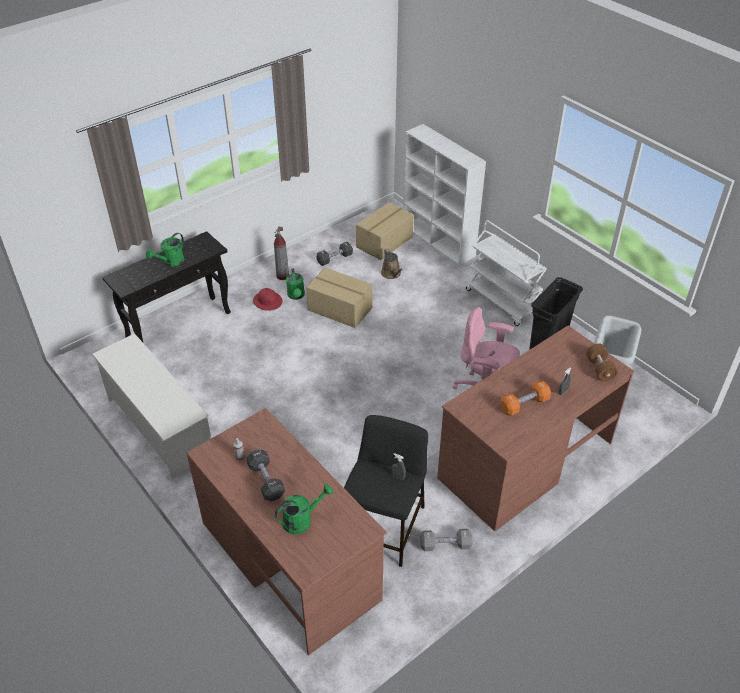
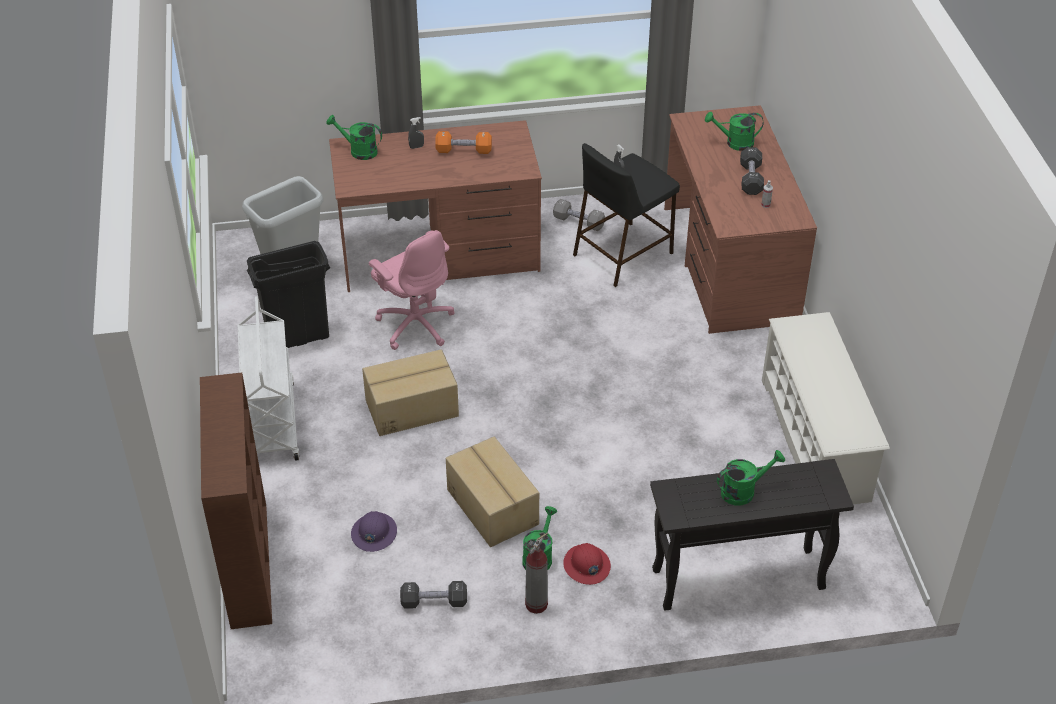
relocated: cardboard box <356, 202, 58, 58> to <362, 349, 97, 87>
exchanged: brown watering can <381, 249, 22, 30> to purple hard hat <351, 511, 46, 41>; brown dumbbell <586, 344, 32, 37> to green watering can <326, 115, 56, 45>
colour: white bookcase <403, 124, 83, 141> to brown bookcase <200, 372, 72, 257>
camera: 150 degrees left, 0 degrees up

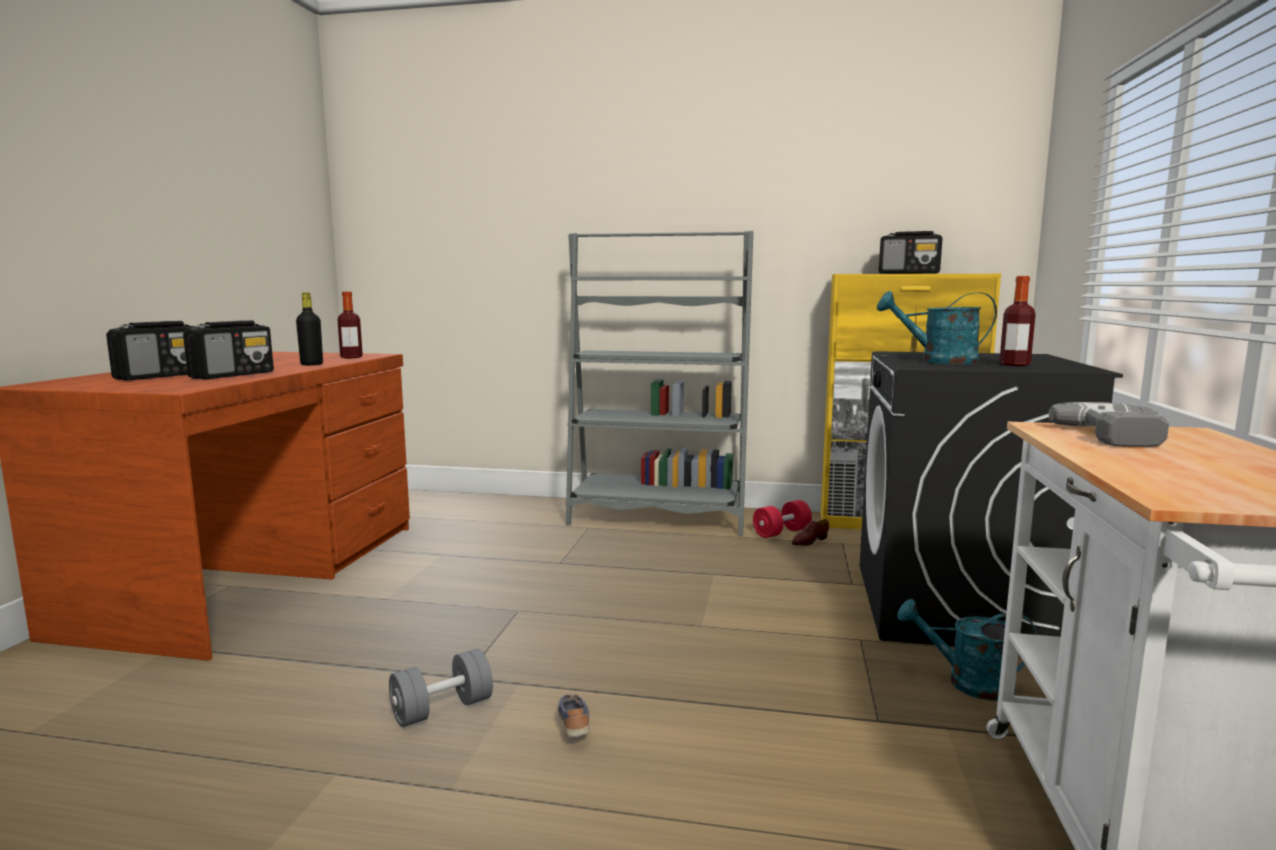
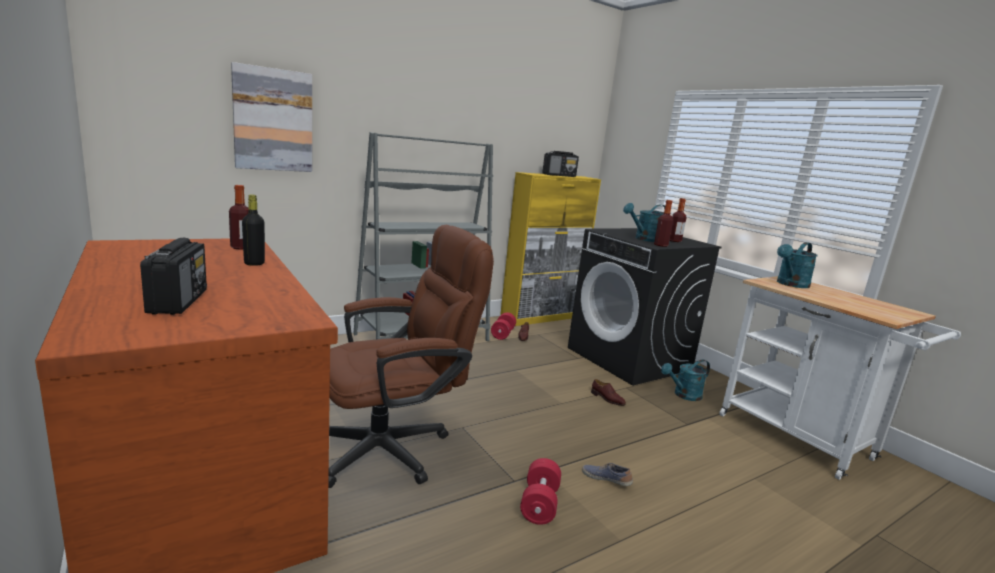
missing: radio <183, 320, 91, 59>
appeared: picture <231, 62, 81, 110>; bottle <654, 200, 19, 47>; brown office chair <328, 225, 166, 263>; brown shoe <591, 379, 35, 27>
exchanged: power drill <1049, 402, 120, 45> to turquoise watering can <777, 242, 41, 46>
colour: grey dumbbell <389, 648, 104, 79> to red dumbbell <520, 458, 41, 67>
camera: 45 degrees left, 5 degrees up

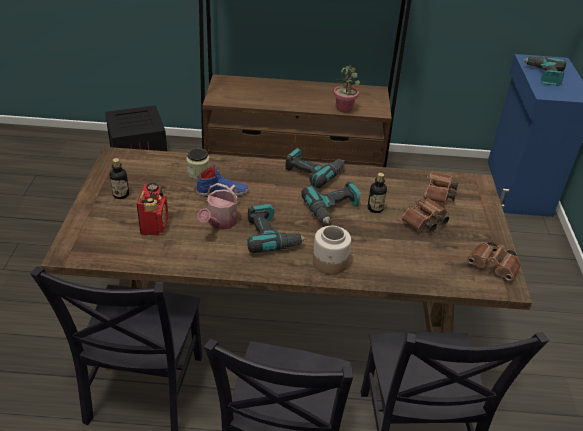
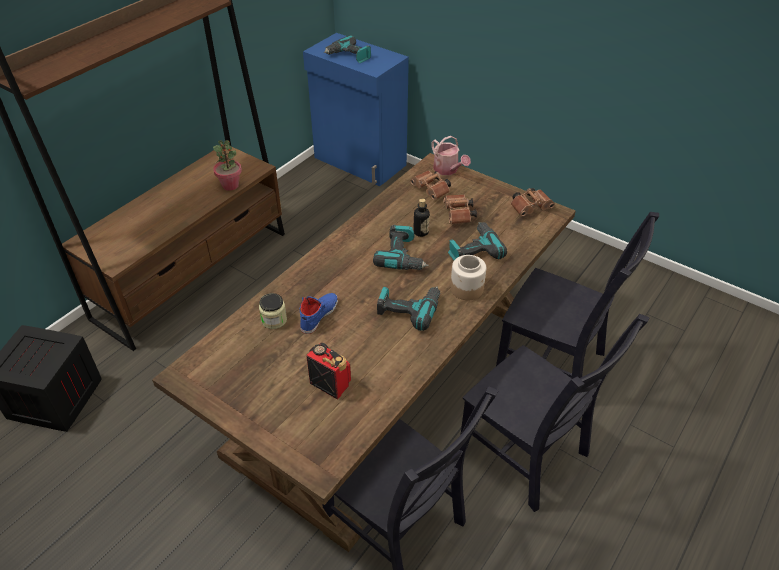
missing: bottle <110, 158, 19, 41>
relocated: power drill <285, 148, 60, 40> to <448, 222, 59, 38>; watering can <198, 183, 40, 47> to <431, 136, 40, 39>
camera: 55 degrees left, 5 degrees up

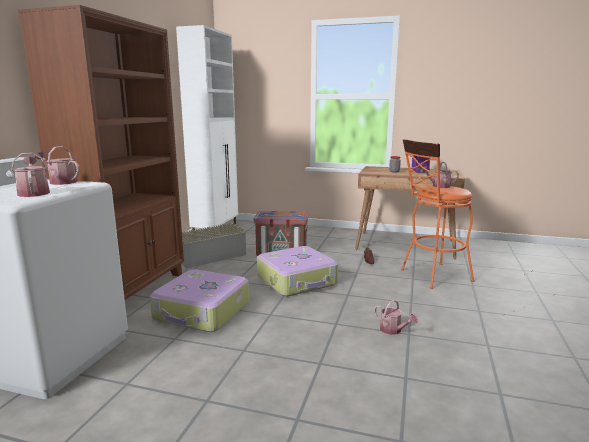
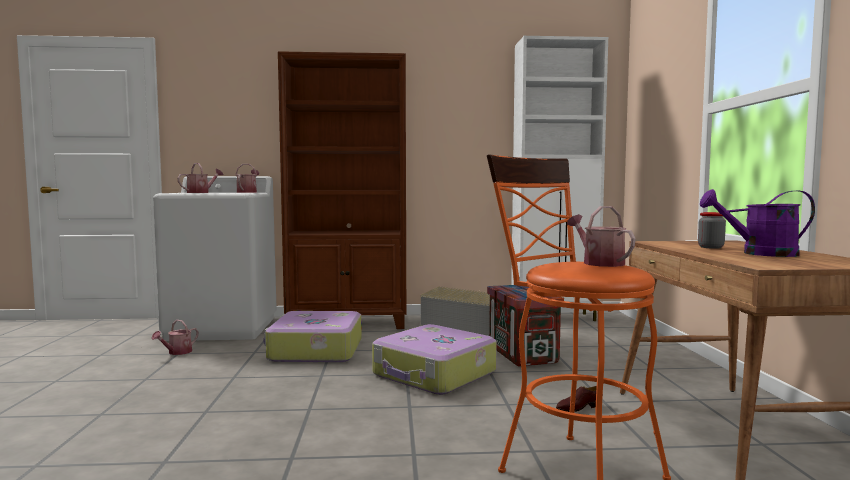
relocated: watering can <374, 300, 44, 35> to <152, 320, 46, 35>
camera: 70 degrees right, 10 degrees down

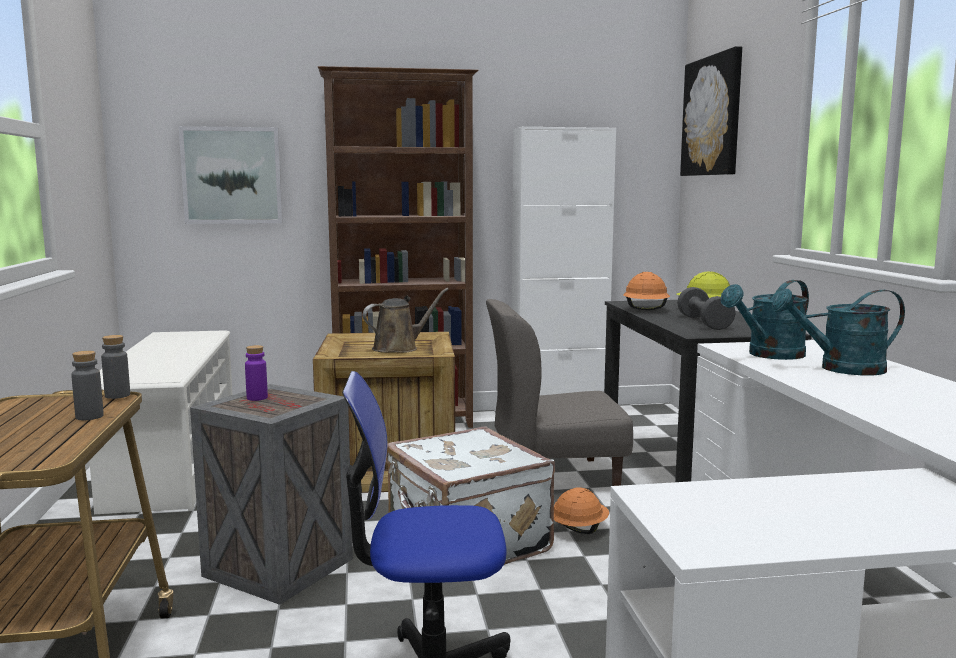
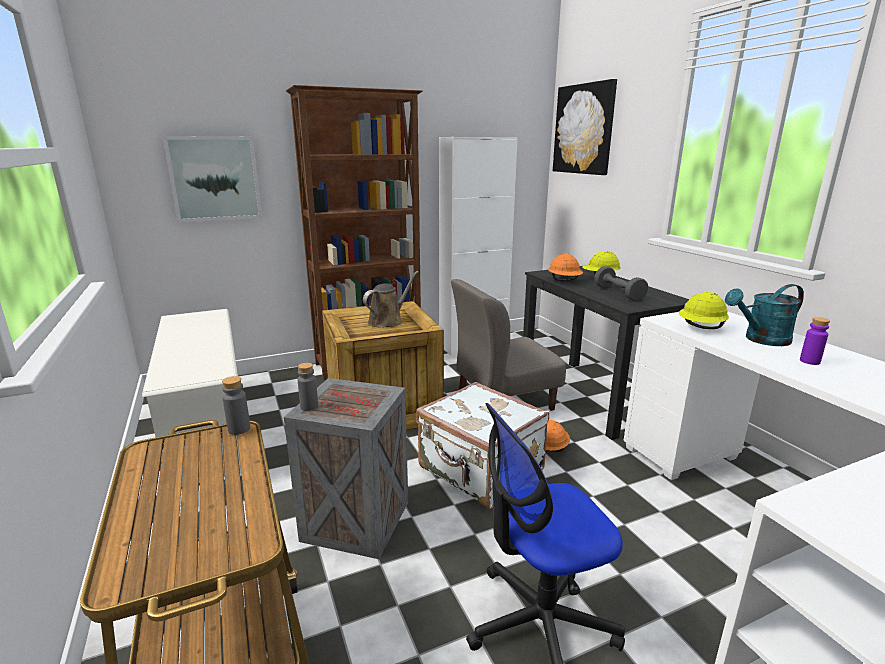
relocated: purple bottle <245, 345, 23, 56> to <800, 317, 30, 48>; grey bottle <71, 351, 33, 69> to <297, 363, 21, 48>
exchanged: turquoise watering can <721, 280, 88, 80> to yellow hard hat <679, 291, 50, 38>
camera: 15 degrees left, 10 degrees up

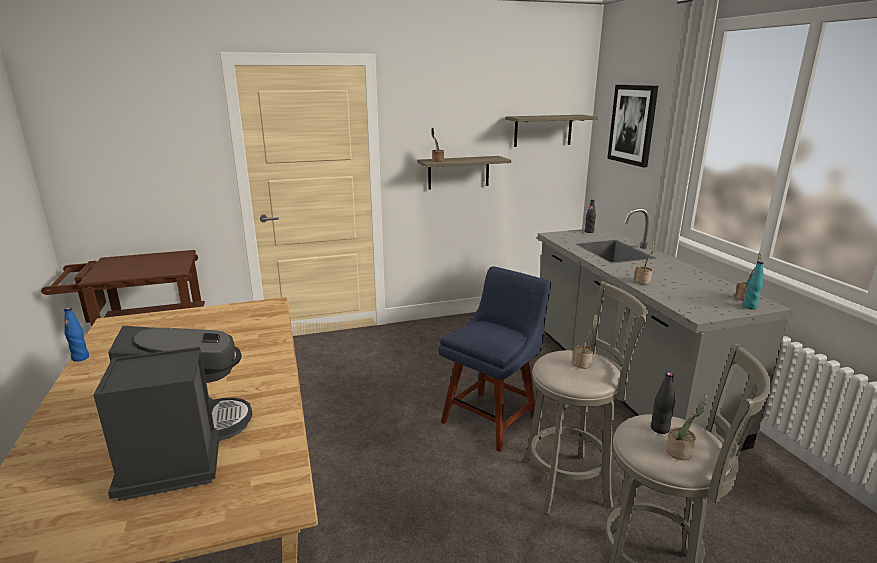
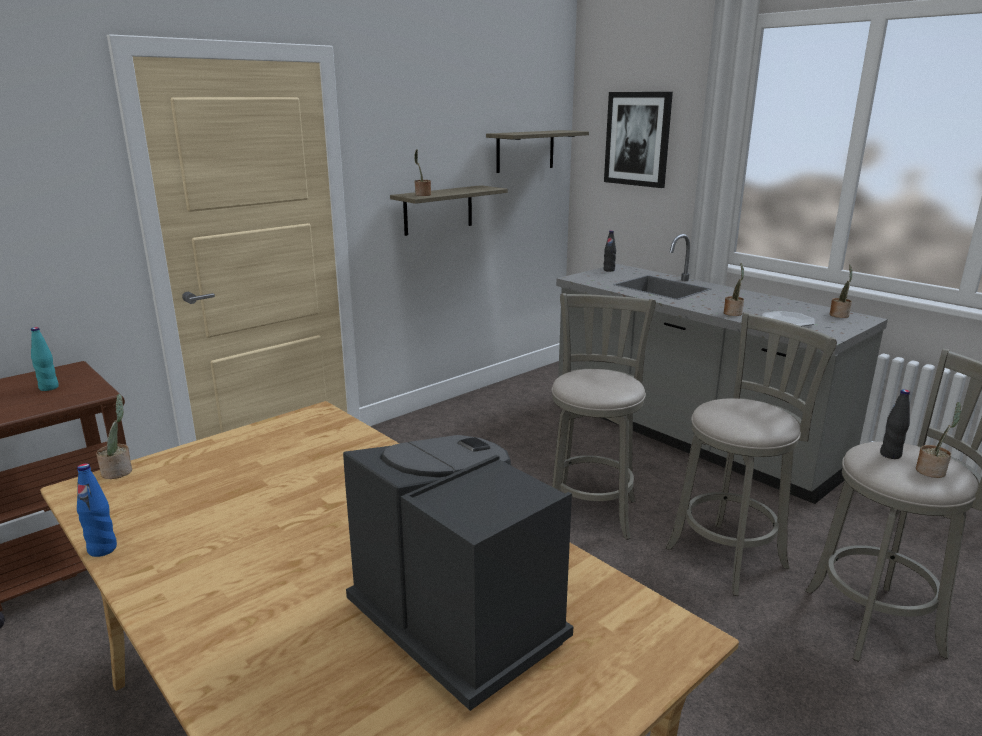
appeared: plate <762, 311, 53, 15>
relocated: turquoise bottle <743, 261, 20, 49> to <31, 327, 28, 64>; potted plant <572, 314, 26, 55> to <96, 394, 36, 85>
exchanged: blue chair <438, 267, 113, 185> to grey stool <552, 293, 104, 247>
camera: 25 degrees left, 0 degrees up

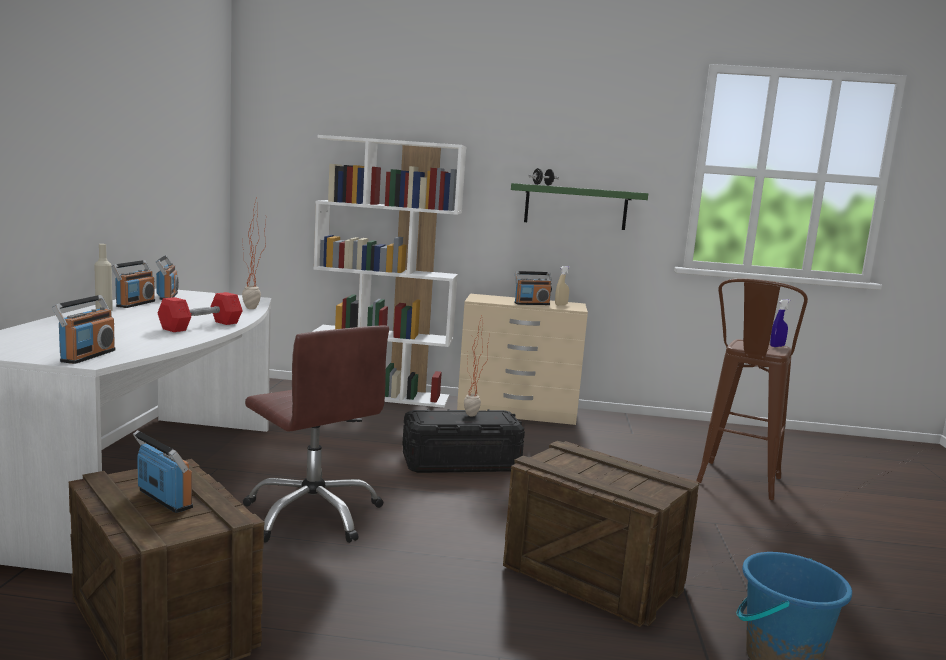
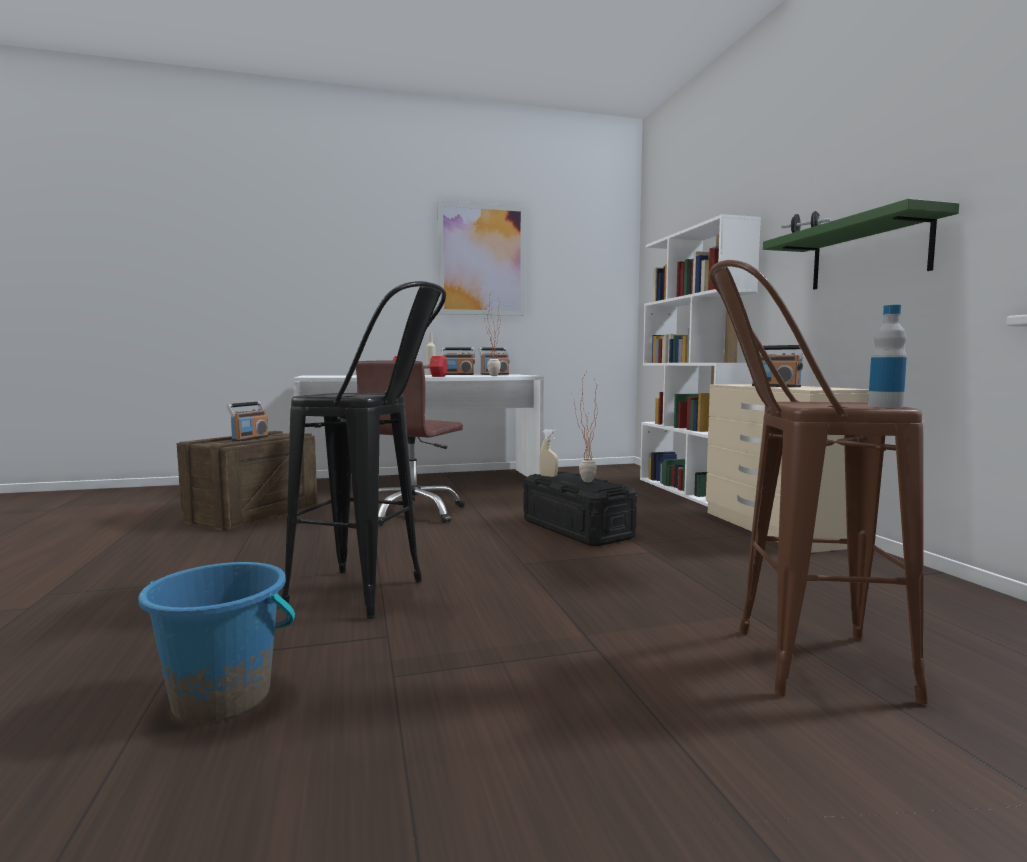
missing: radio <52, 295, 64, 69>
appeared: picture <438, 201, 87, 115>
relocated: beige spray bottle <555, 266, 15, 39> to <539, 429, 19, 48>
exchanged: blue spray bottle <770, 299, 20, 48> to bottle <868, 305, 39, 103>; crate <503, 441, 196, 186> to black stool <282, 281, 164, 338>
camera: 70 degrees right, 5 degrees down

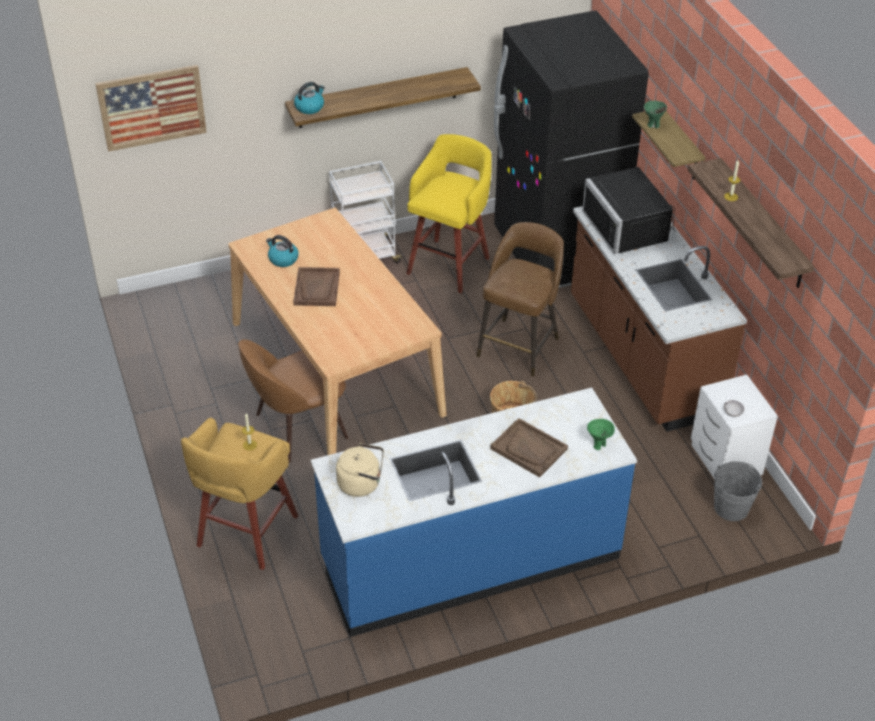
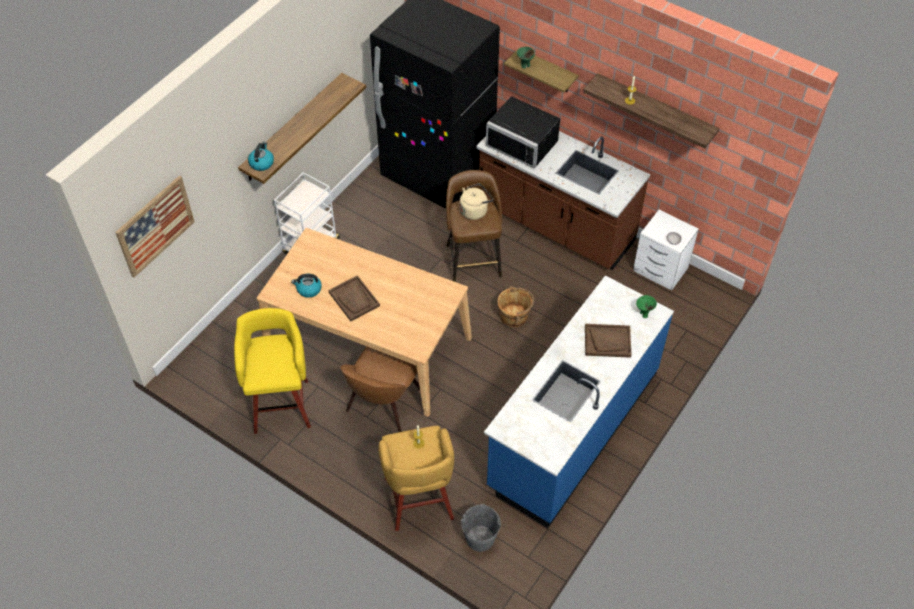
relocated: yellow stool <406, 134, 86, 159> to <234, 308, 77, 126>; beige kettle <336, 443, 48, 54> to <460, 183, 33, 37>; grey bucket <714, 461, 48, 60> to <461, 504, 40, 48>
camera: 35 degrees left, 10 degrees up

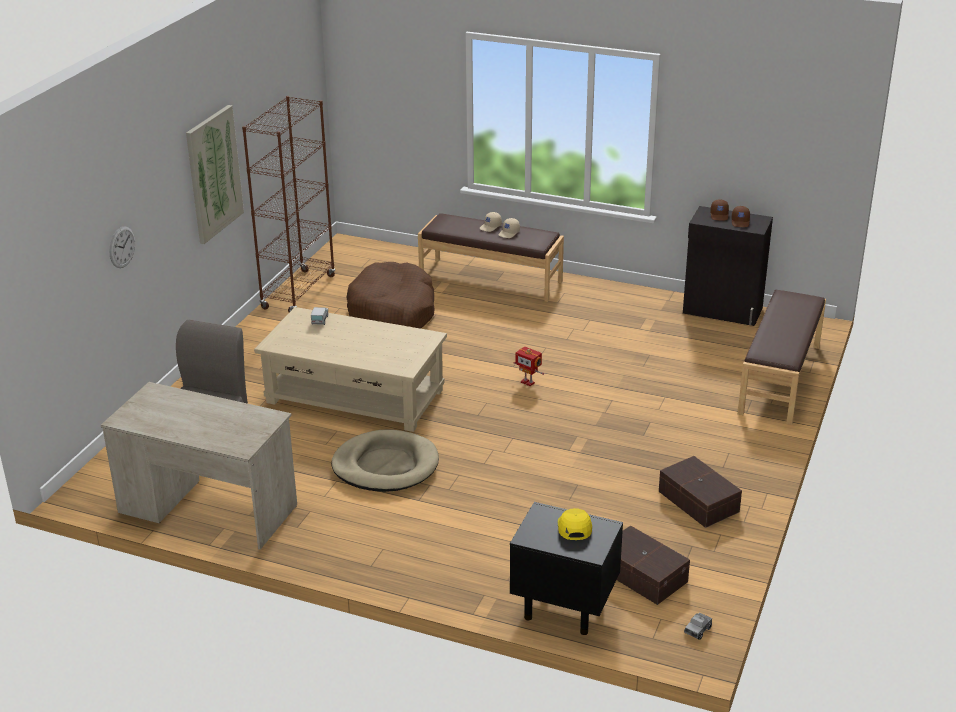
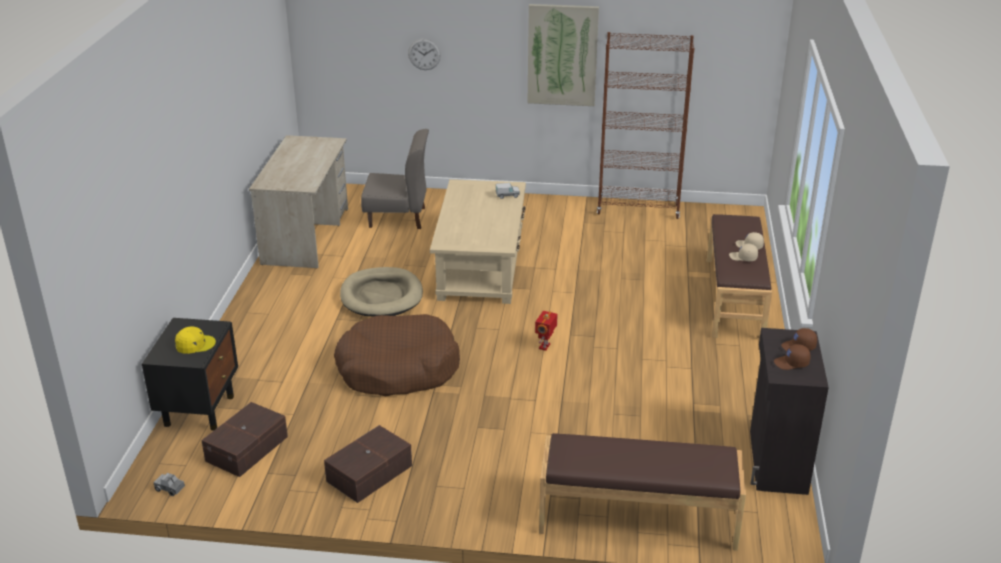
relocated: brown dog bed <346, 262, 89, 67> to <334, 314, 126, 82>
camera: 75 degrees right, 0 degrees up

